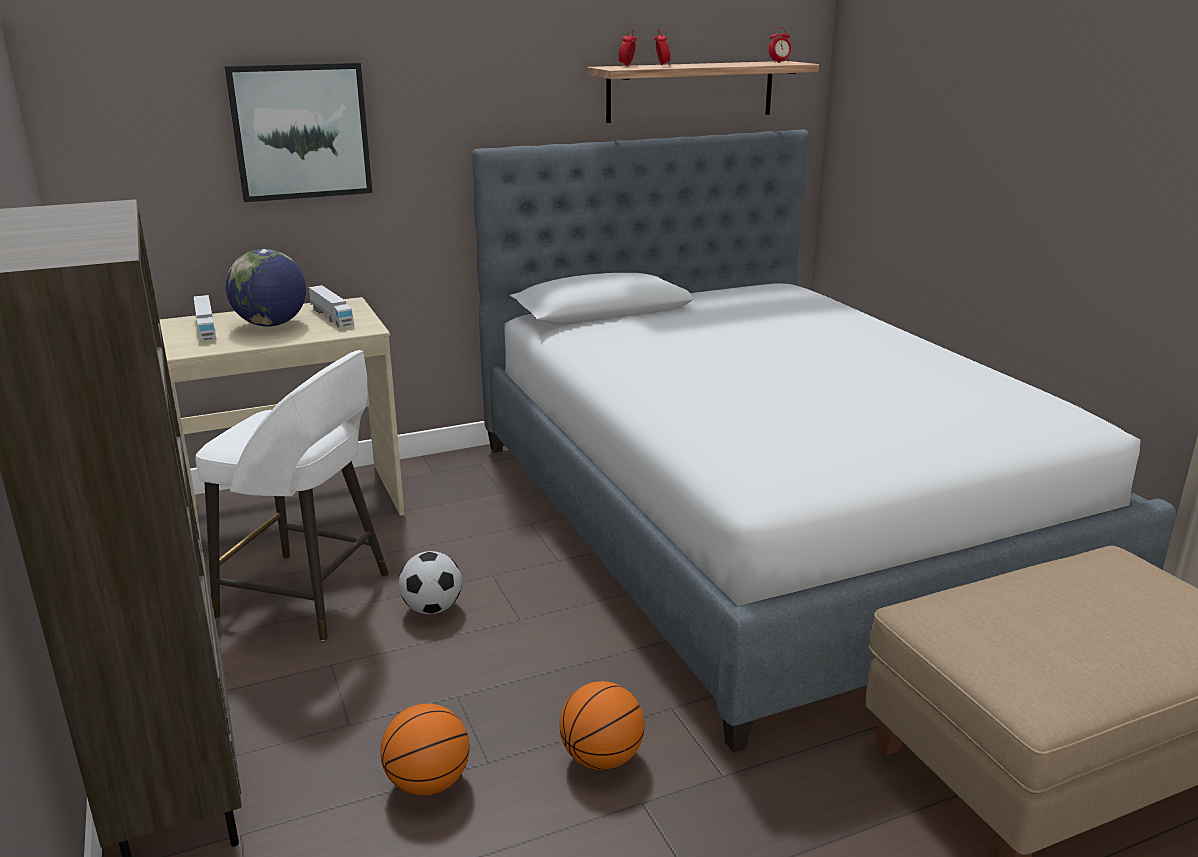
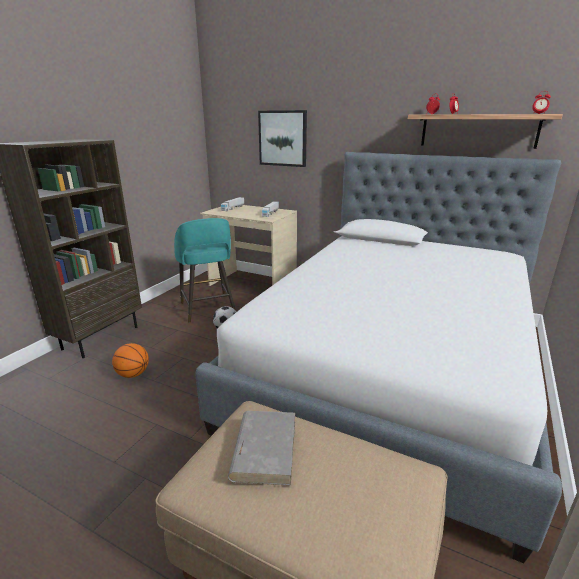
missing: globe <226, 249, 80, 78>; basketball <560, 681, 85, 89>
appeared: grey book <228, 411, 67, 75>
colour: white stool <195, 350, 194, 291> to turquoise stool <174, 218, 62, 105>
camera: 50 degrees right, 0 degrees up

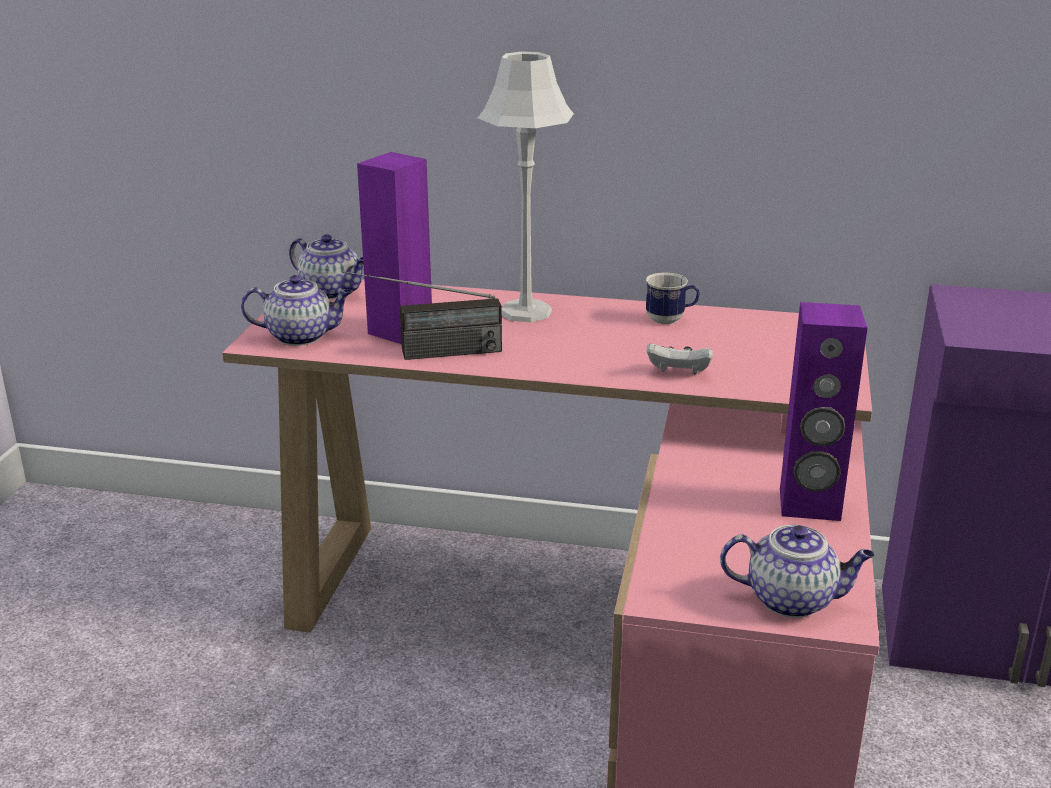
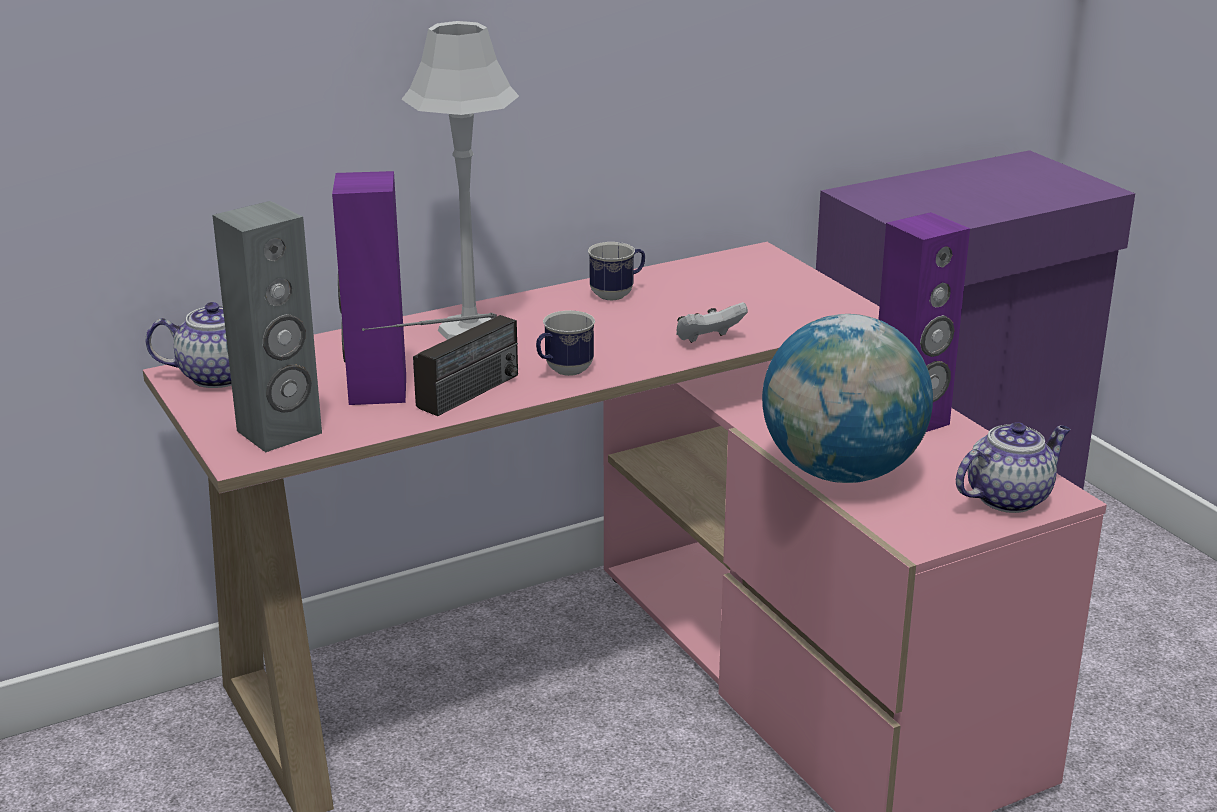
appeared: mug <536, 310, 59, 66>; globe <762, 314, 171, 169>
exchanged: teapot <241, 275, 111, 71> to grey speaker <212, 201, 110, 252>
camera: 40 degrees left, 0 degrees up

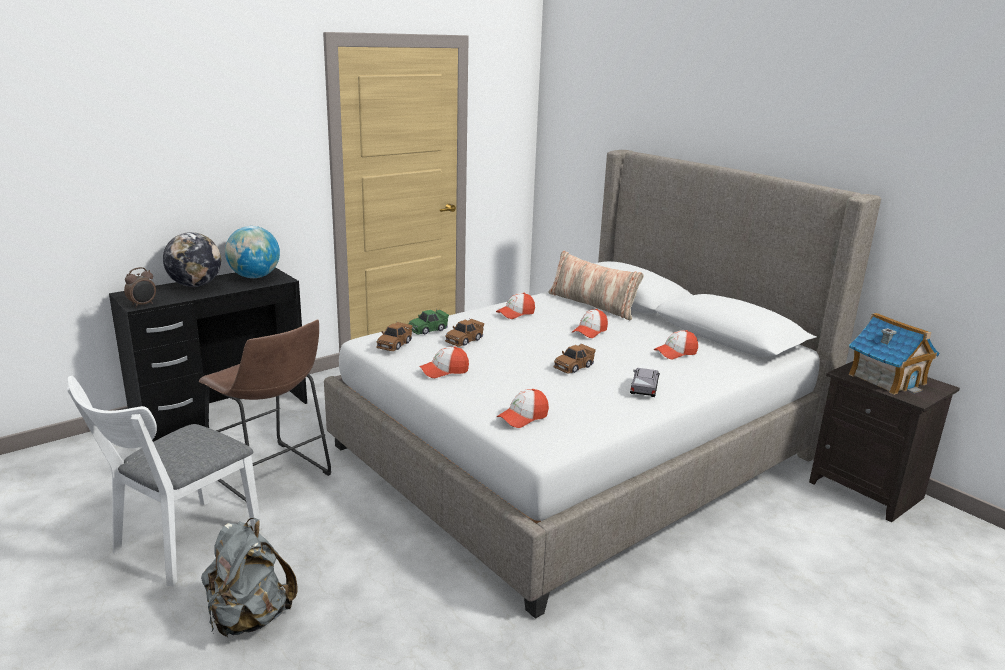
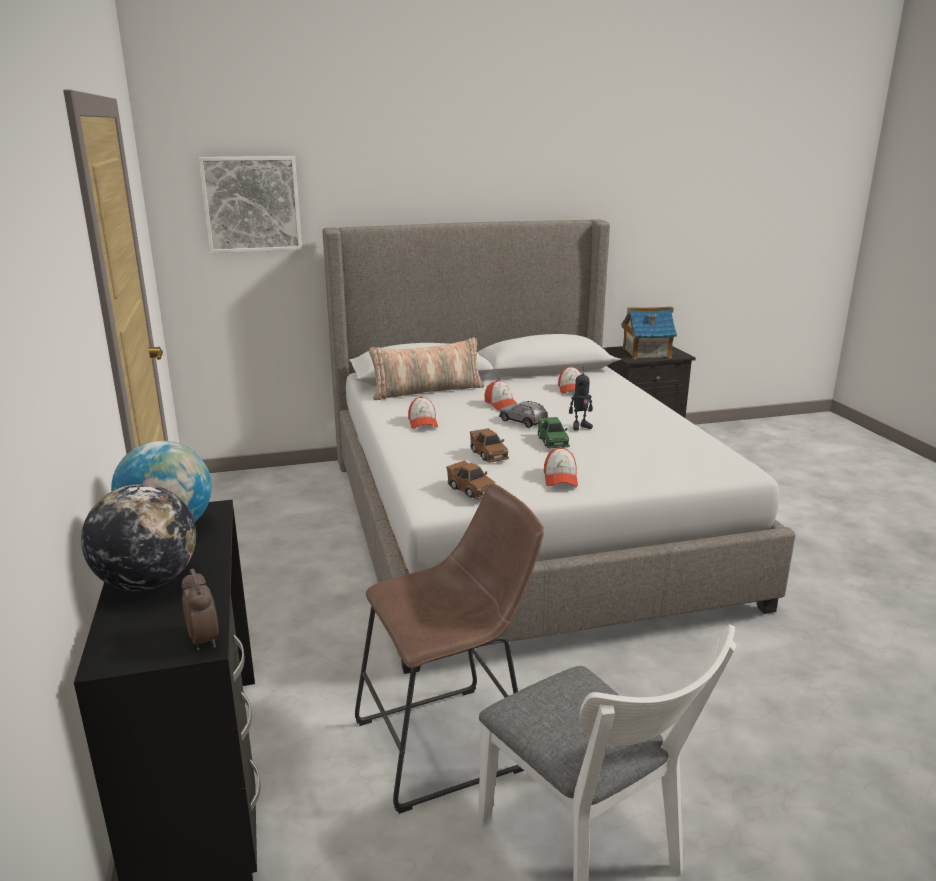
missing: cap <497, 389, 52, 39>; grey backpack <201, 518, 96, 119>
appeared: picture <199, 156, 103, 97>
relocated: green toy car <408, 309, 41, 26> to <538, 417, 32, 31>; grey toy car <630, 368, 30, 29> to <499, 401, 49, 27>
exchanged: brown toy car <553, 343, 43, 31> to toy robot <569, 367, 24, 64>
camera: 65 degrees left, 0 degrees up

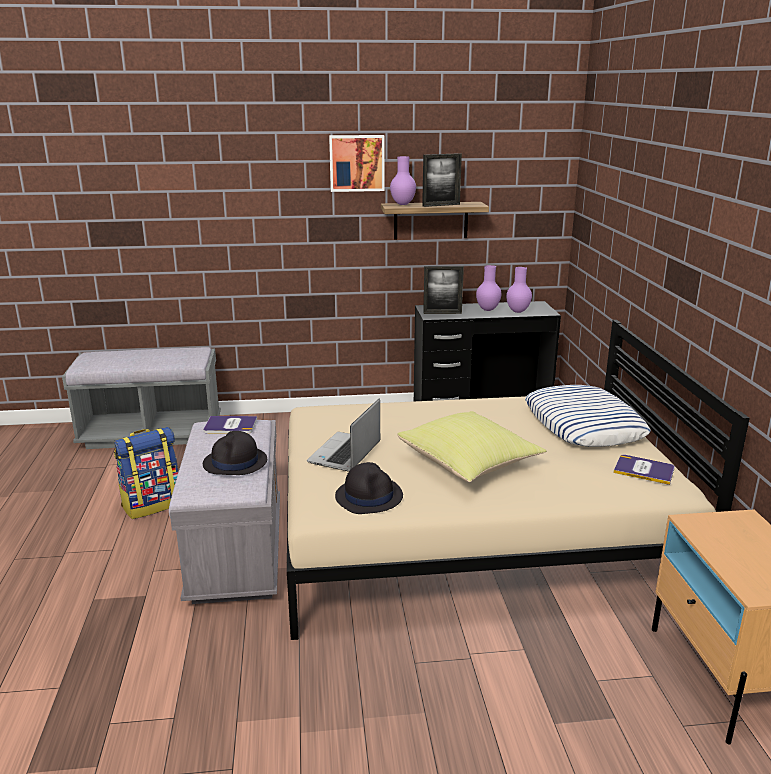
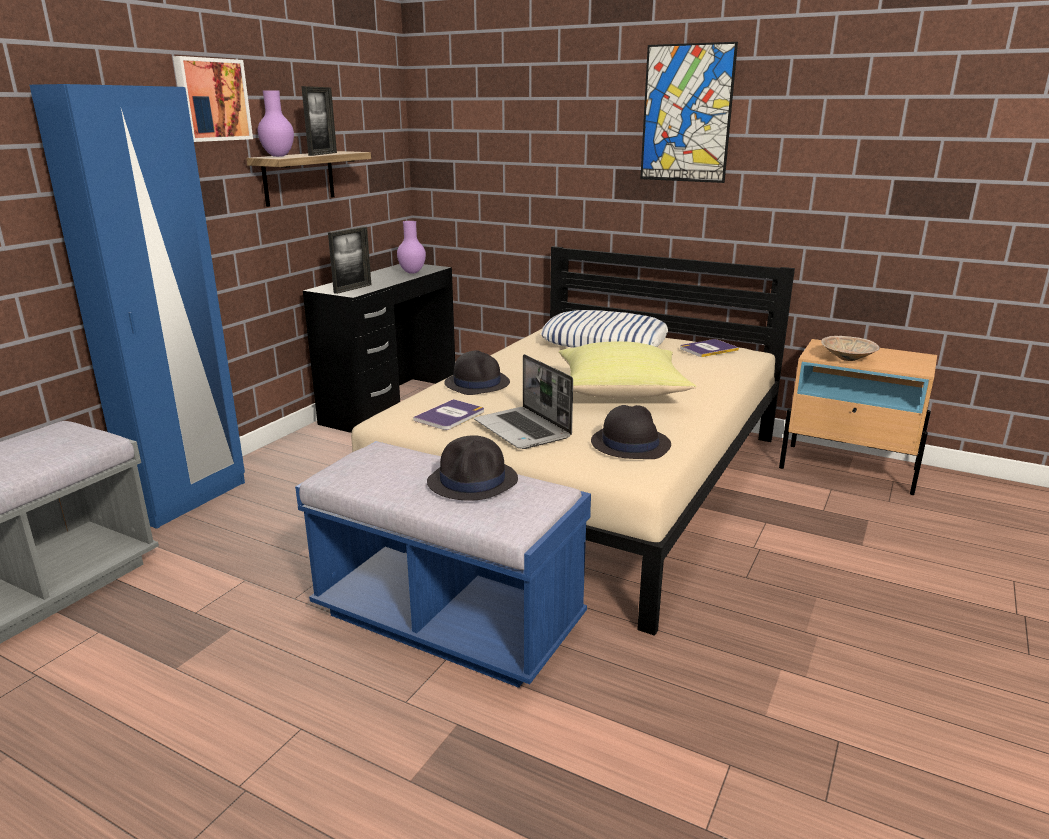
missing: purple vase <476, 265, 26, 46>; backpack <114, 427, 65, 92>
appeared: picture <640, 42, 98, 141>; blue wardrobe <29, 84, 216, 445>; beige bowl <821, 336, 59, 25>; black hat <444, 350, 66, 45>
relocated: book <203, 416, 54, 18> to <413, 399, 71, 31>
colour: grey bench <169, 420, 111, 184> to blue bench <295, 441, 296, 247>
camera: 55 degrees left, 0 degrees up

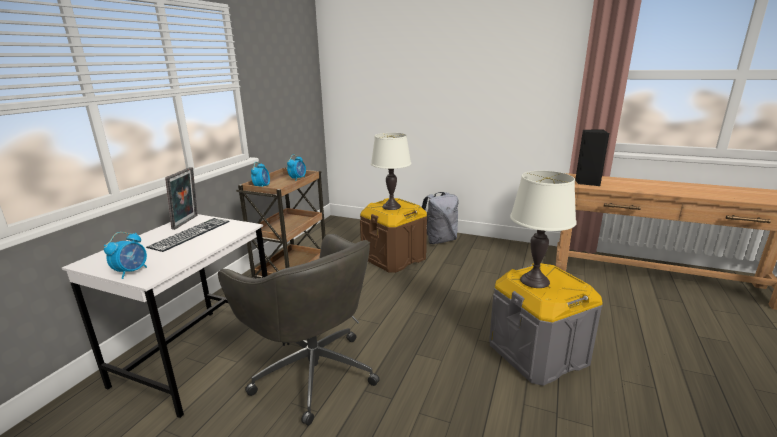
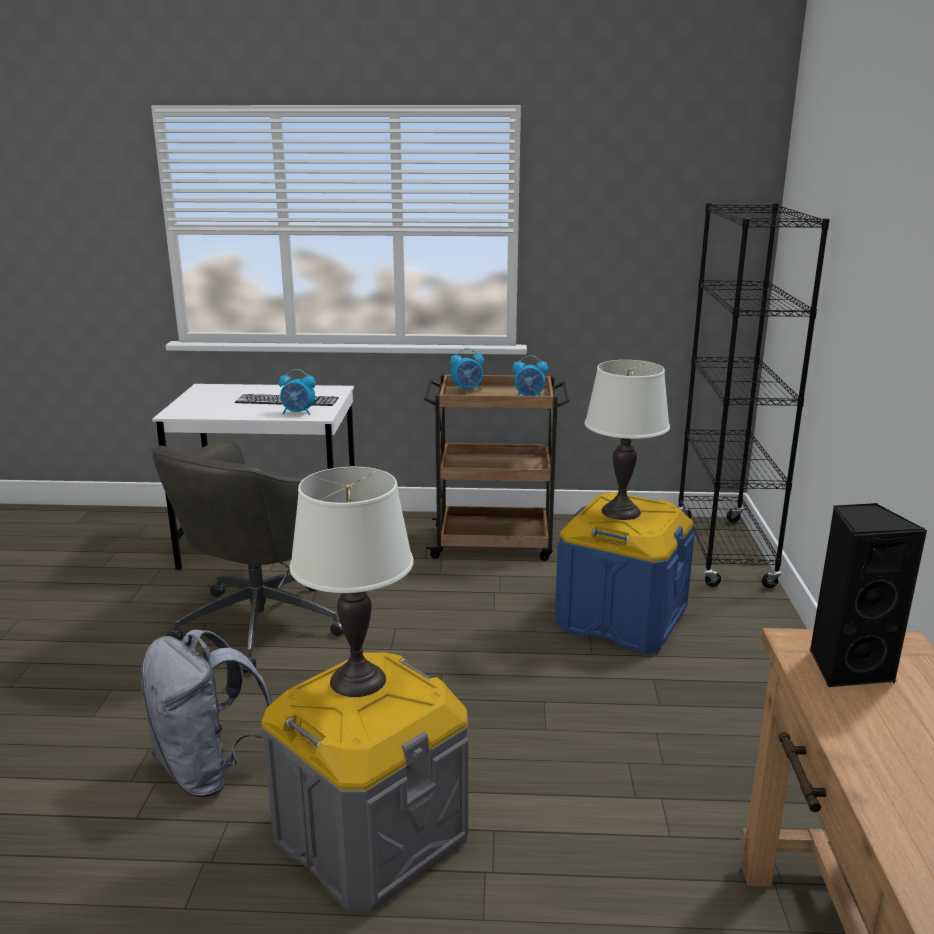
missing: picture frame <165, 167, 33, 63>
appeared: black bookcase <677, 203, 153, 385>
relocated: grey backpack <422, 192, 37, 52> to <140, 629, 132, 168>; alarm clock <104, 232, 43, 47> to <279, 369, 37, 46>
colour: brown storage box <360, 198, 67, 75> to blue storage box <555, 492, 139, 162>
camera: 70 degrees right, 0 degrees up

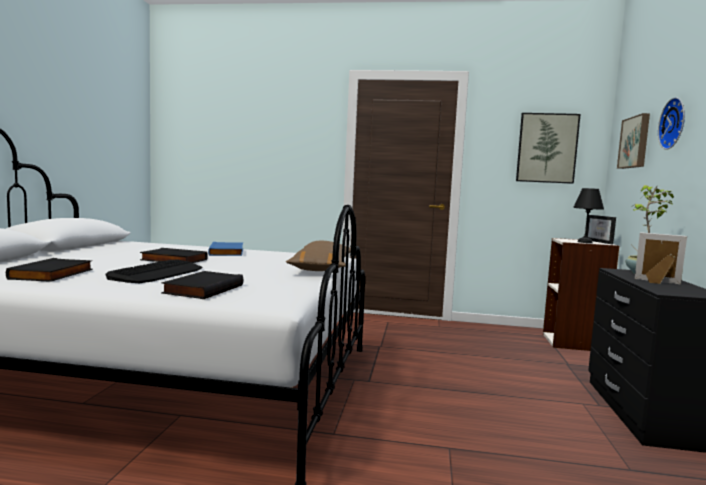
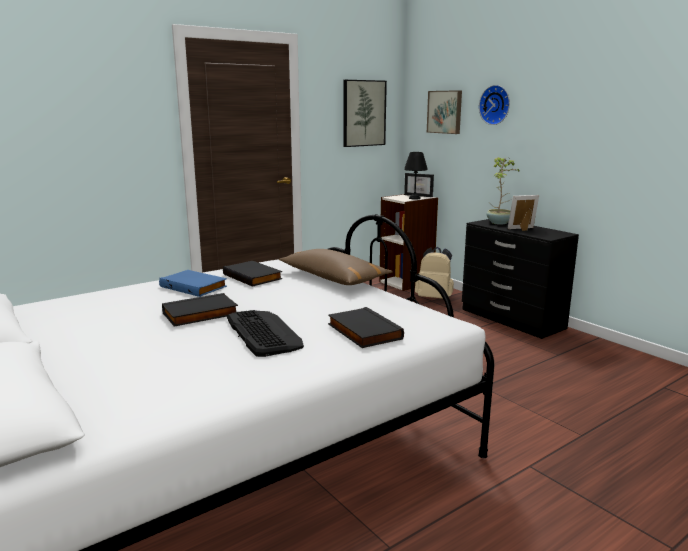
appeared: beige backpack <415, 247, 39, 52>
relocated: black book <6, 258, 87, 24> to <223, 261, 60, 26>
camera: 45 degrees left, 10 degrees up

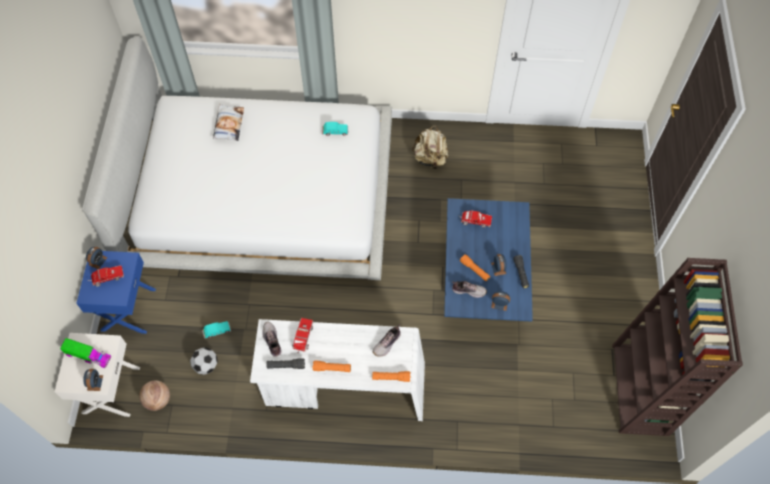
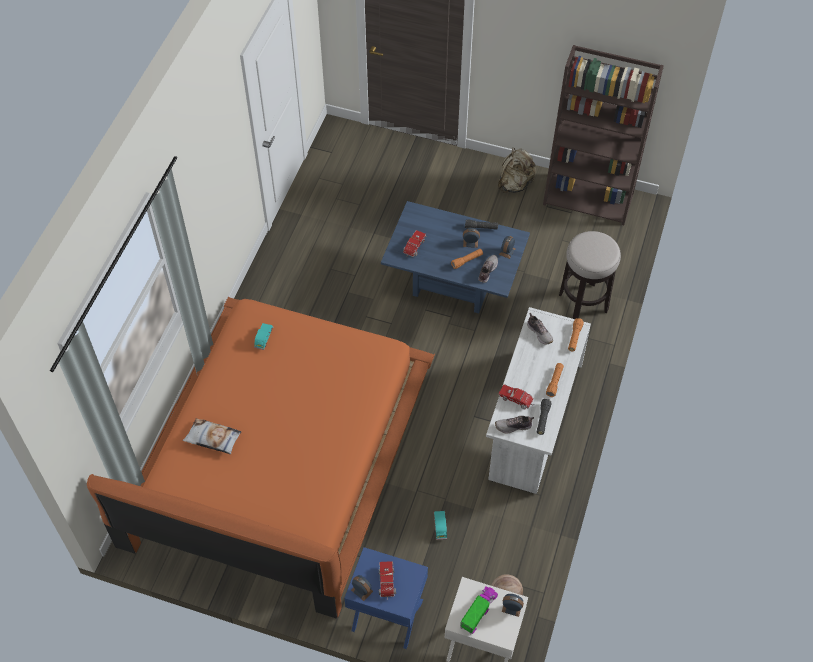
missing: football <190, 347, 28, 28>
appeared: stool <559, 231, 62, 88>
relocated: beige backpack <412, 125, 37, 45> to <498, 148, 38, 45>
colour: white bed <83, 36, 309, 244> to orange bed <87, 297, 348, 322>
camera: 75 degrees left, 5 degrees down

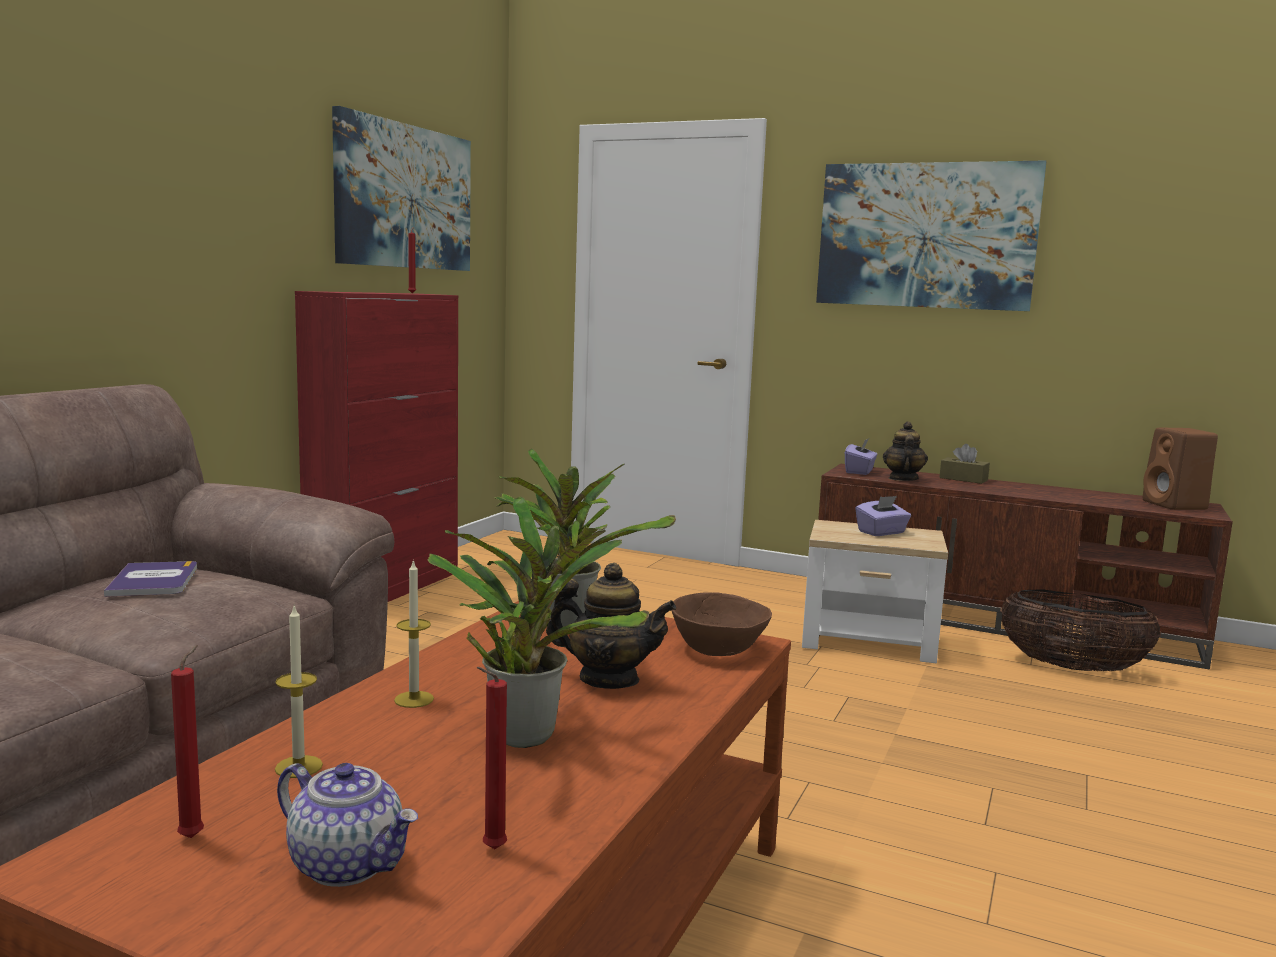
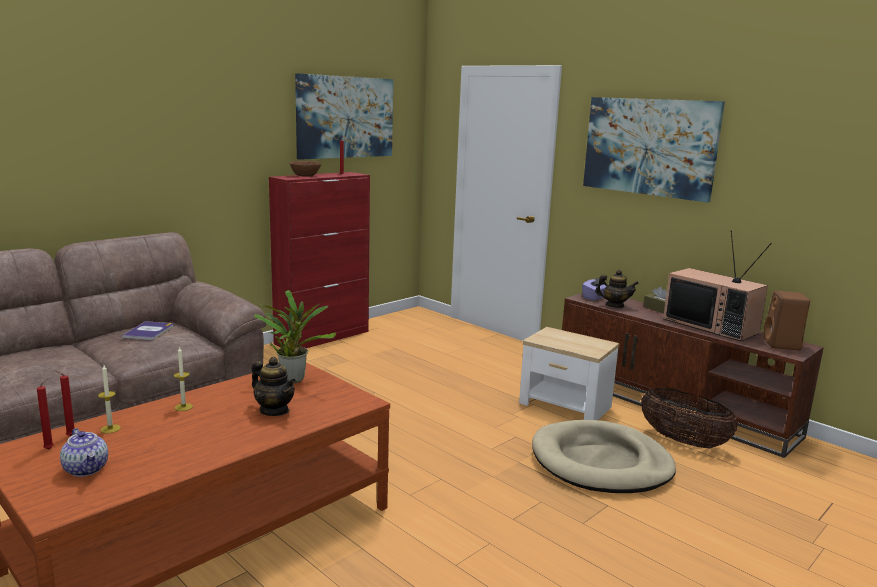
missing: purple tissue box <855, 496, 56, 40>; potted plant <428, 497, 221, 251>
appeared: television <663, 231, 109, 110>; beige dog bed <532, 420, 144, 73>
relocated: brown bowl <671, 592, 101, 64> to <290, 161, 31, 16>; red candle <476, 667, 31, 182> to <55, 370, 20, 66>
spun: teapot <883, 421, 45, 60> = <595, 270, 44, 38> 75 degrees clockwise
camera: 20 degrees right, 5 degrees up

